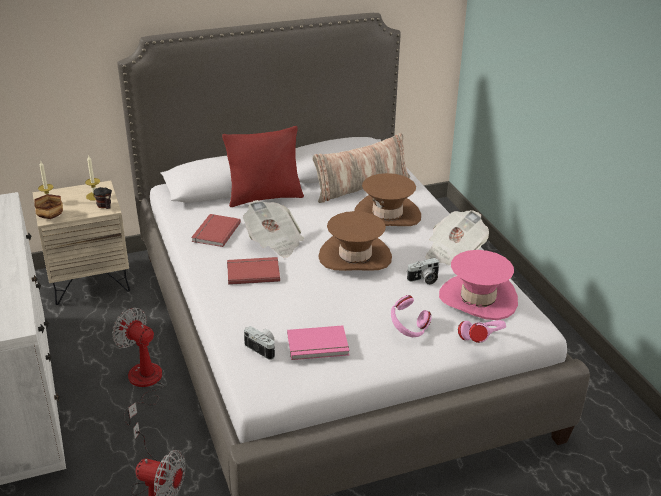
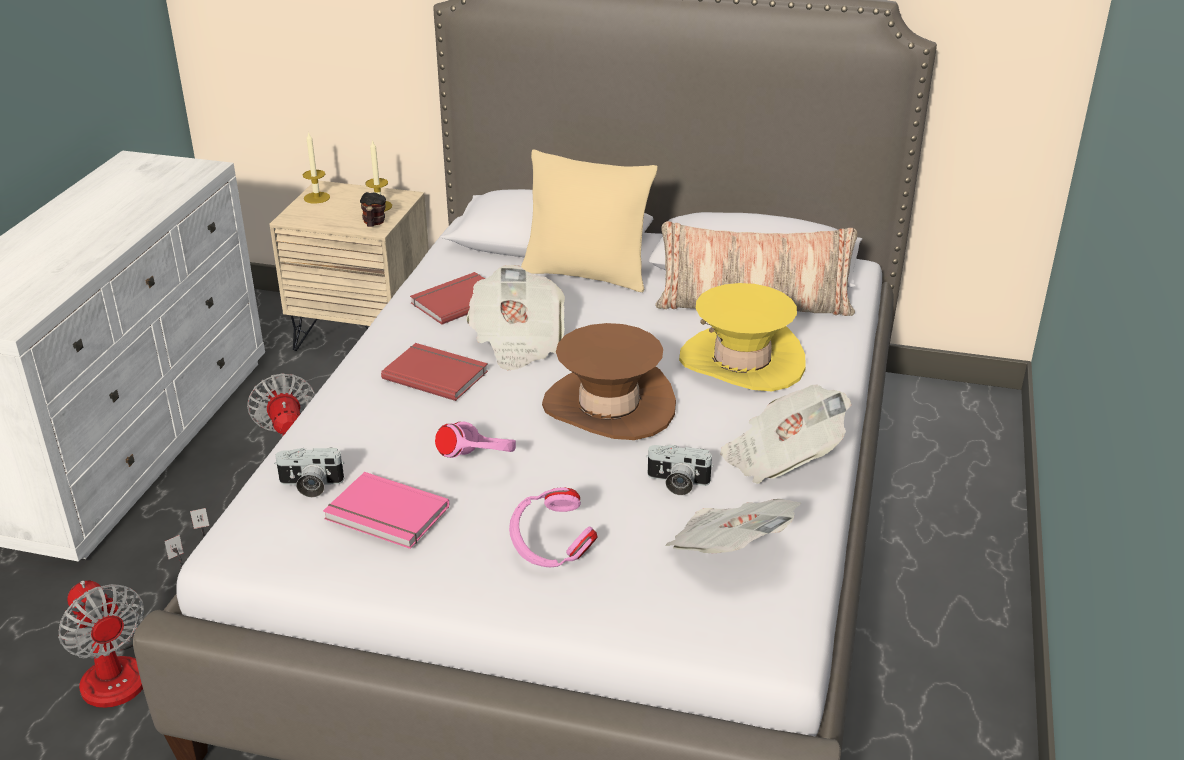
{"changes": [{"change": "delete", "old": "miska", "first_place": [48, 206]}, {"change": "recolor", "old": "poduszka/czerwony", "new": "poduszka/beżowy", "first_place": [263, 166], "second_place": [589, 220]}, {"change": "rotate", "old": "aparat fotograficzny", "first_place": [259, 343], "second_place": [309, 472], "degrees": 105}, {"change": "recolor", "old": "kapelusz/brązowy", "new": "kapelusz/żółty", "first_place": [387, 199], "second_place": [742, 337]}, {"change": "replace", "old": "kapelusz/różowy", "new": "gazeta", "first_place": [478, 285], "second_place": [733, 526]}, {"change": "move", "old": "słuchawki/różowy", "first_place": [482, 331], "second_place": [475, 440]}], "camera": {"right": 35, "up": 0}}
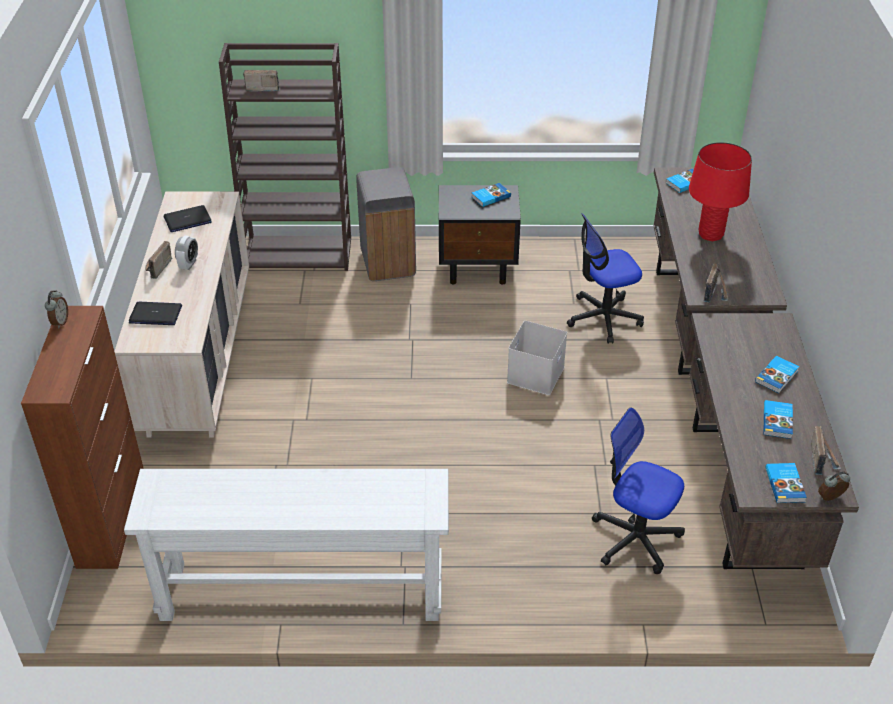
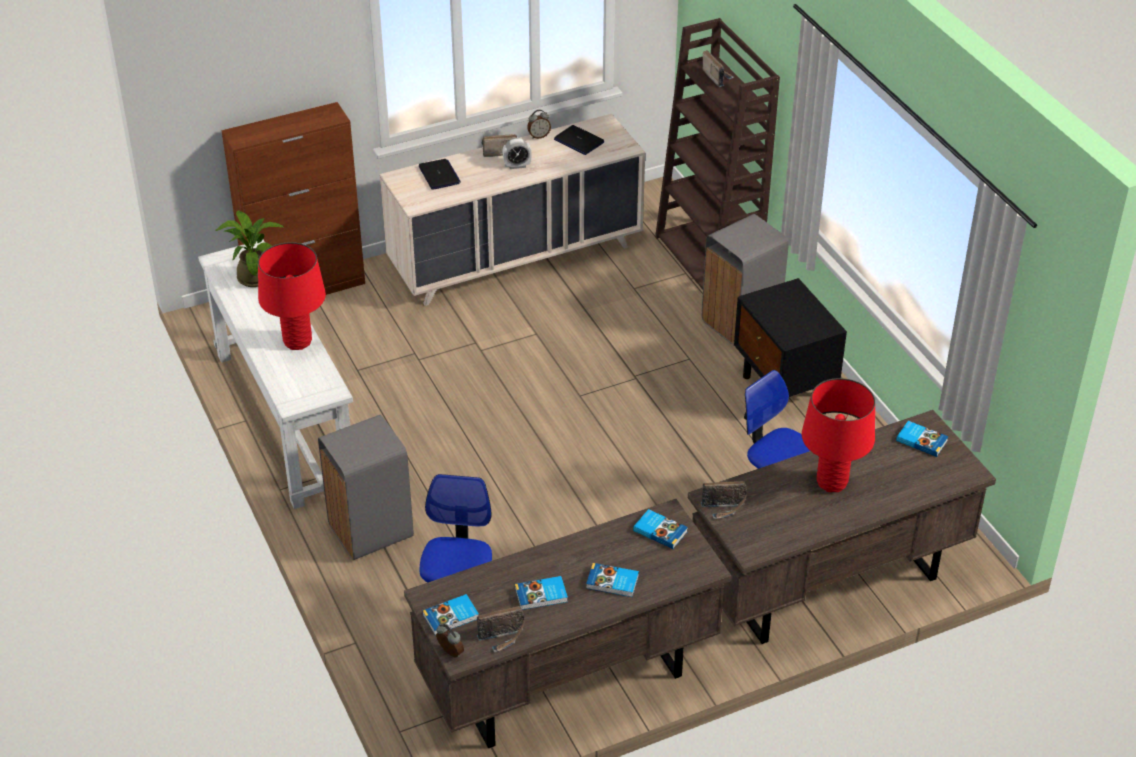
{"changes": [{"change": "move", "old": "budzik", "first_place": [56, 309], "second_place": [539, 124]}, {"change": "move", "old": "książka", "first_place": [491, 195], "second_place": [660, 529]}, {"change": "delete", "old": "pojemnik do przechowywania/biały", "first_place": [537, 358]}, {"change": "insert", "new": "roślina doniczkowa", "second_place": [250, 248]}, {"change": "insert", "new": "lampa stołowa/czerwony", "second_place": [292, 296]}, {"change": "insert", "new": "kosz na śmieci/szary", "second_place": [366, 487]}], "camera": {"right": 65, "up": 0}}
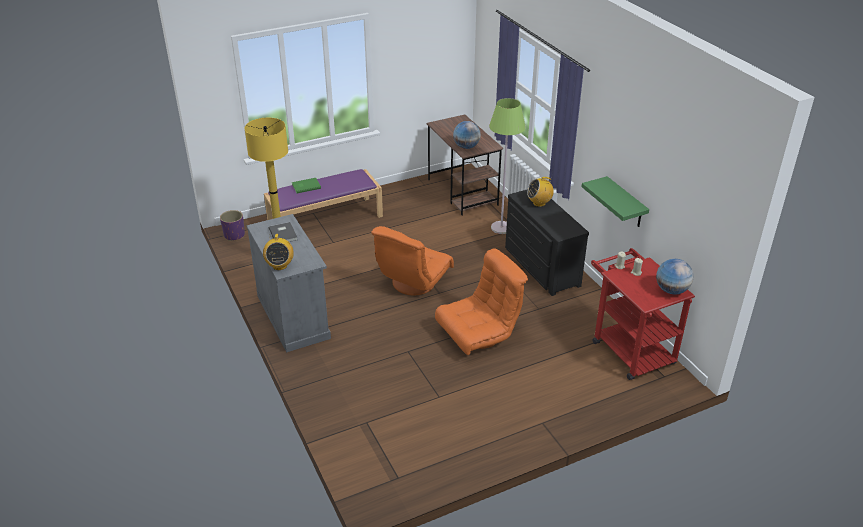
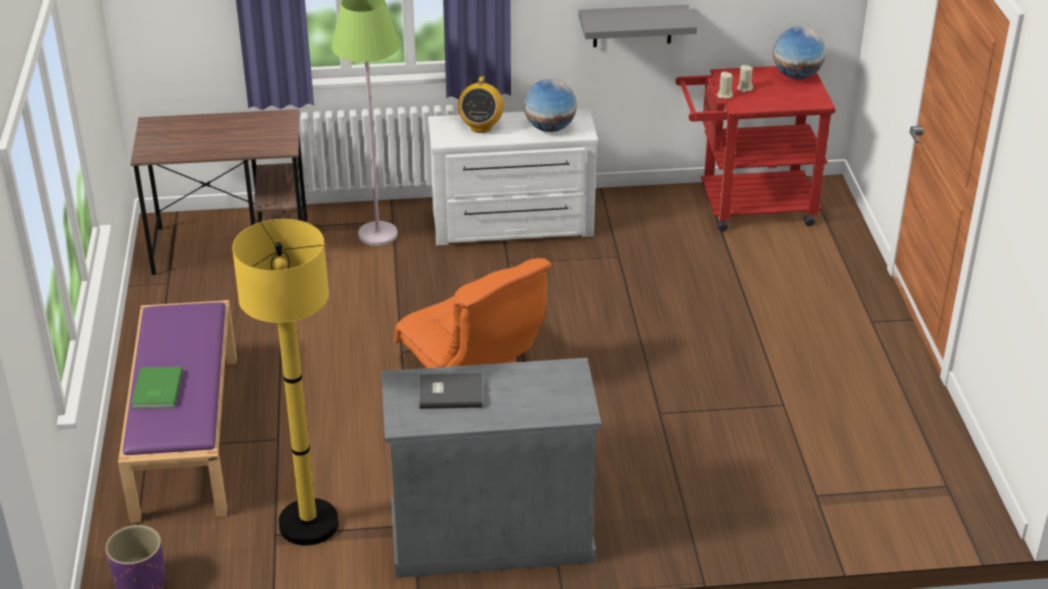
{"changes": [{"change": "delete", "old": "radio", "first_place": [278, 252]}, {"change": "delete", "old": "fotel/pomarańczowy", "first_place": [481, 301]}, {"change": "move", "old": "globus", "first_place": [467, 135], "second_place": [550, 105]}, {"change": "recolor", "old": "komoda/czarny", "new": "komoda/biały", "first_place": [547, 242], "second_place": [513, 176]}, {"change": "recolor", "old": "półka/zielony", "new": "półka/szary", "first_place": [615, 201], "second_place": [637, 26]}], "camera": {"right": -70, "up": 0}}
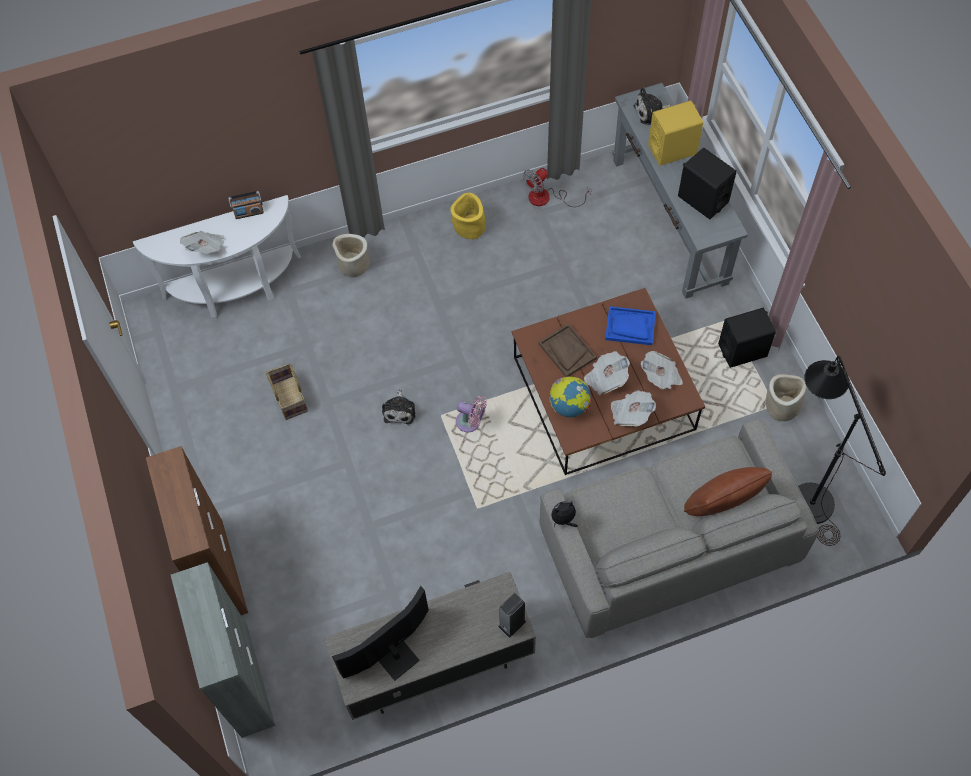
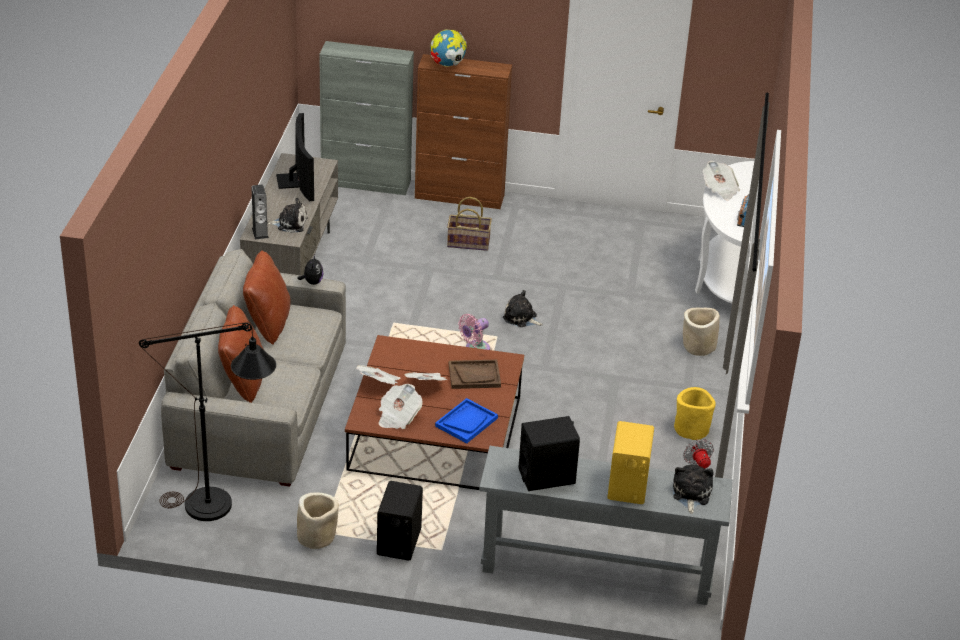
{"changes": [{"change": "move", "old": "koszyk", "first_place": [287, 391], "second_place": [469, 224]}, {"change": "move", "old": "globus", "first_place": [570, 397], "second_place": [448, 48]}, {"change": "insert", "new": "poduszka/brązowy", "second_place": [266, 297]}, {"change": "insert", "new": "pluszak", "second_place": [287, 215]}], "camera": {"right": 115, "up": -25}}
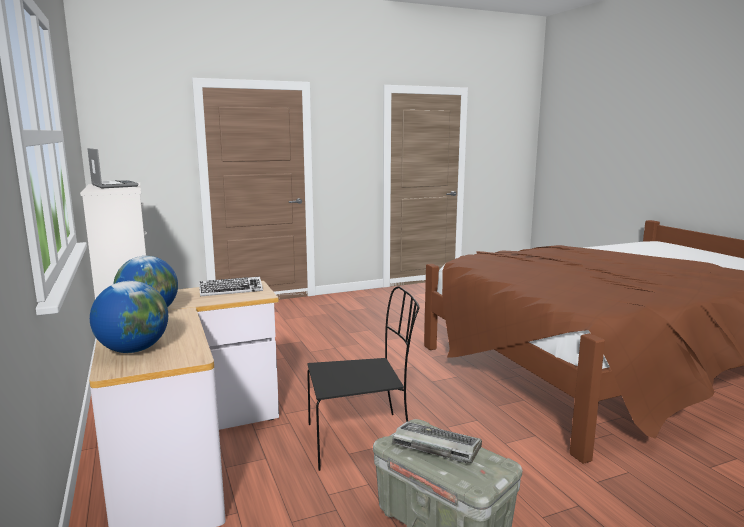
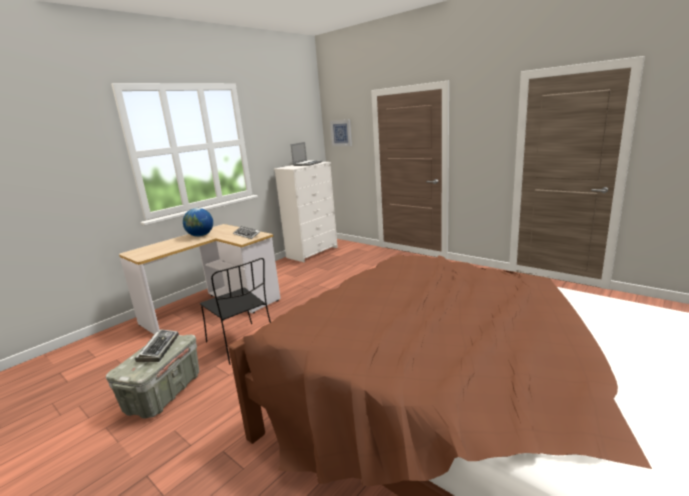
{"changes": [{"change": "delete", "old": "globus", "first_place": [129, 317]}, {"change": "insert", "new": "obraz", "second_place": [341, 133]}], "camera": {"right": 65, "up": 5}}
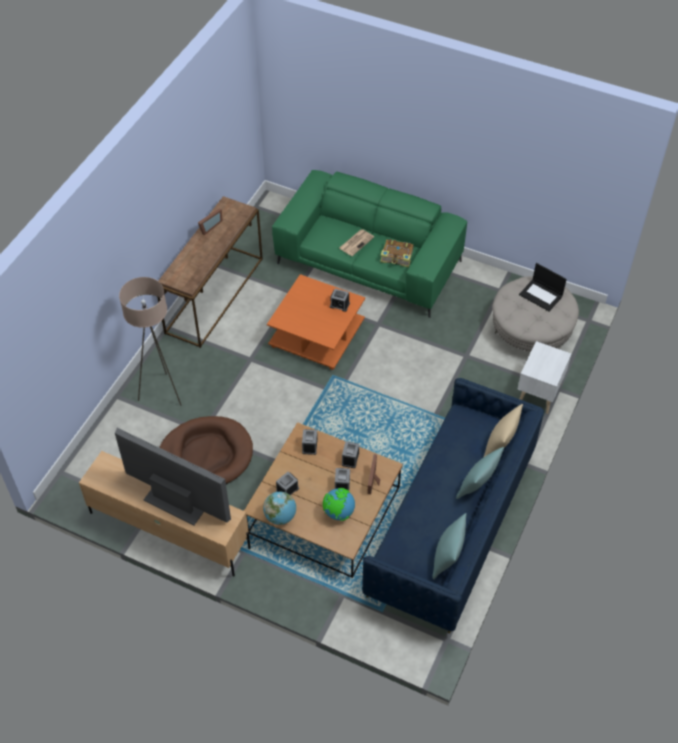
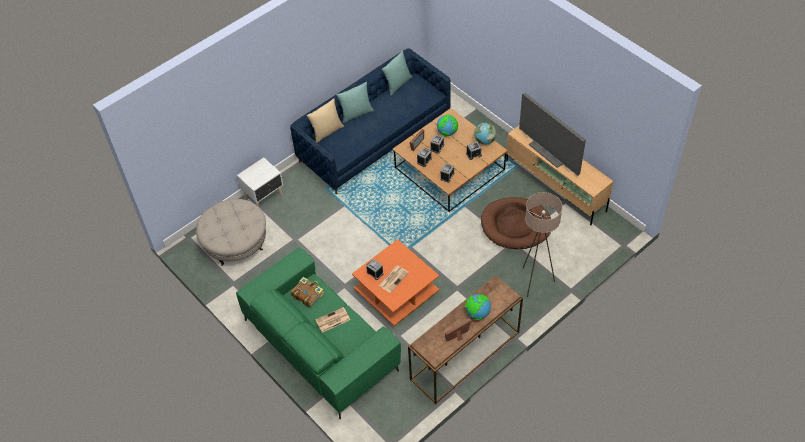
{"changes": [{"change": "delete", "old": "laptop", "first_place": [543, 287]}, {"change": "insert", "new": "gazeta", "second_place": [393, 279]}, {"change": "insert", "new": "globus", "second_place": [478, 307]}], "camera": {"right": -155, "up": 0}}
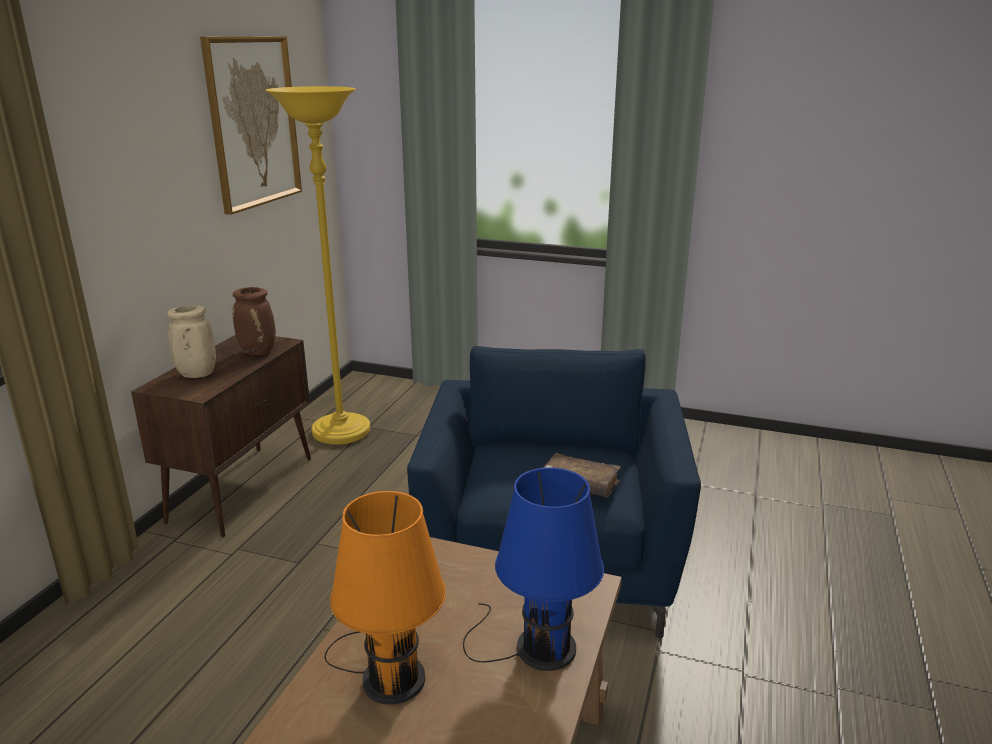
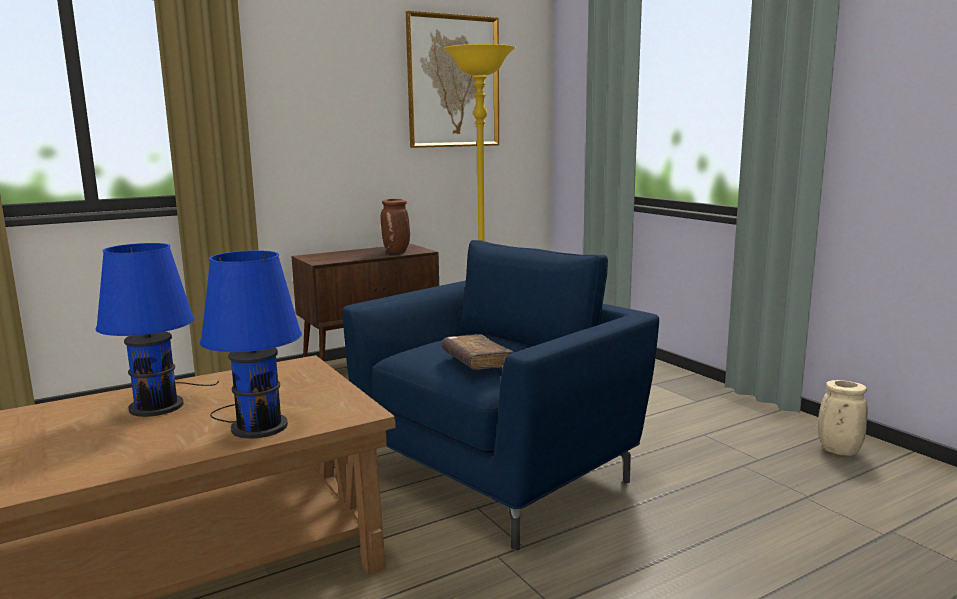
{"changes": [{"change": "move", "old": "wazon/beżowy", "first_place": [191, 342], "second_place": [843, 418]}, {"change": "recolor", "old": "lampa stołowa/pomarańczowy", "new": "lampa stołowa/niebieski", "first_place": [385, 597], "second_place": [157, 330]}], "camera": {"right": 40, "up": -10}}
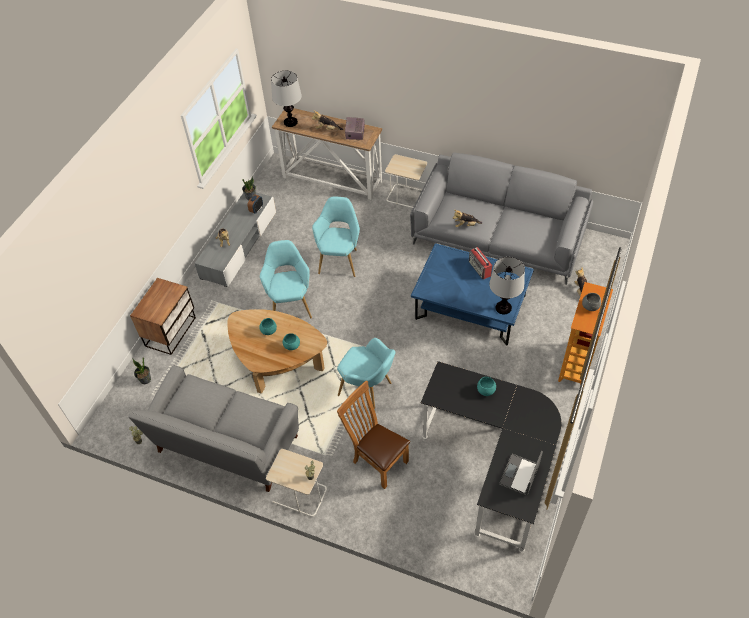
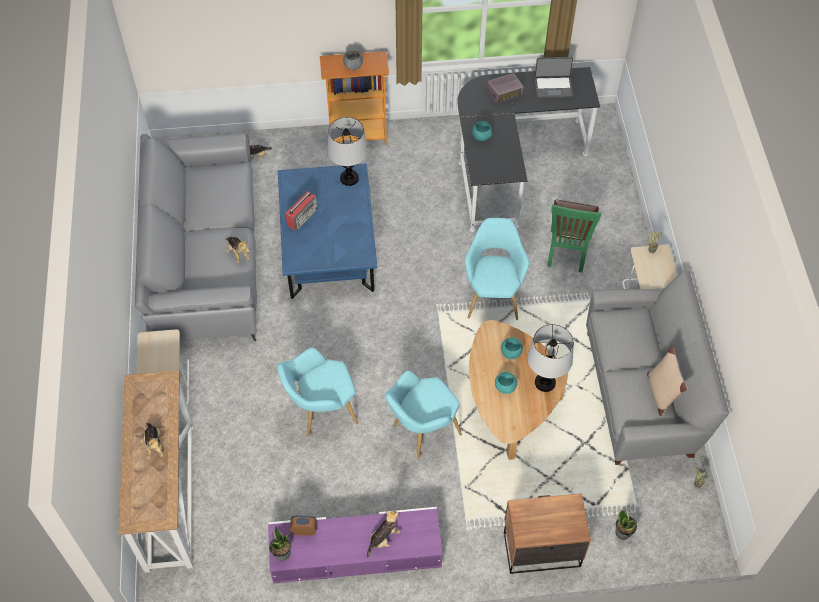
{"changes": [{"change": "recolor", "old": "szafka pod telewizor/szary", "new": "szafka pod telewizor/fioletowy", "first_place": [235, 240], "second_place": [355, 545]}, {"change": "move", "old": "lampa stołowa", "first_place": [286, 98], "second_place": [550, 358]}, {"change": "recolor", "old": "krzesło/brązowy", "new": "krzesło/zielony", "first_place": [373, 434], "second_place": [574, 235]}, {"change": "move", "old": "radio", "first_place": [355, 128], "second_place": [505, 88]}, {"change": "insert", "new": "poduszka/beżowy", "second_place": [667, 380]}], "camera": {"right": -120, "up": 5}}
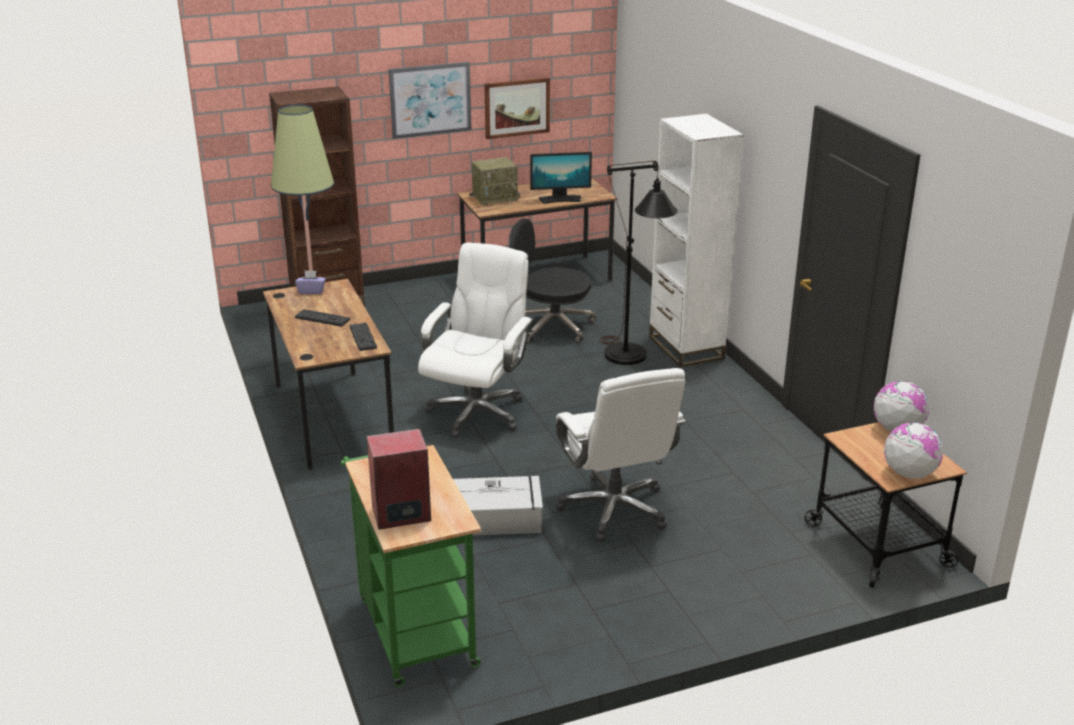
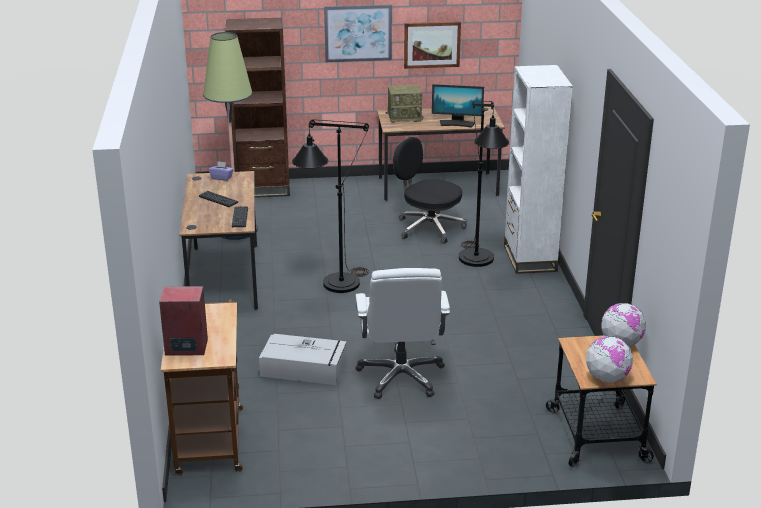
{"changes": [{"change": "recolor", "old": "wózek/zielony", "new": "wózek/brązowy", "first_place": [411, 566], "second_place": [202, 387]}, {"change": "replace", "old": "krzesło biurowe/biały", "new": "lampa stojąca/czarny", "first_place": [475, 340], "second_place": [330, 206]}], "camera": {"right": 15, "up": 0}}
